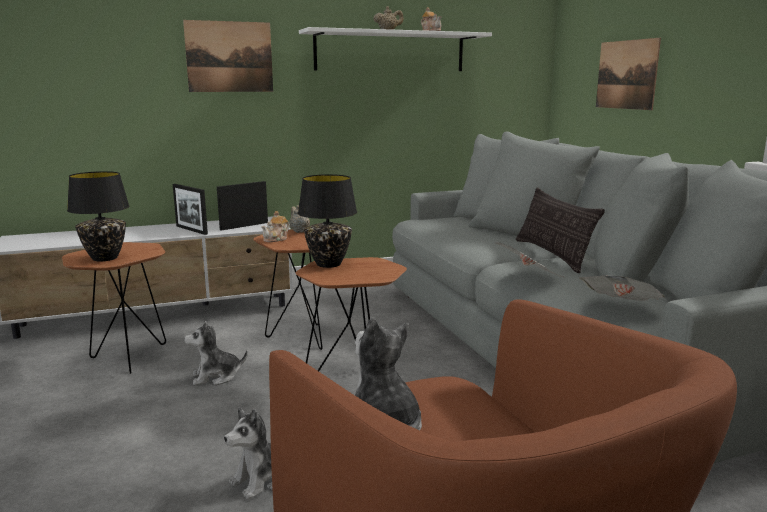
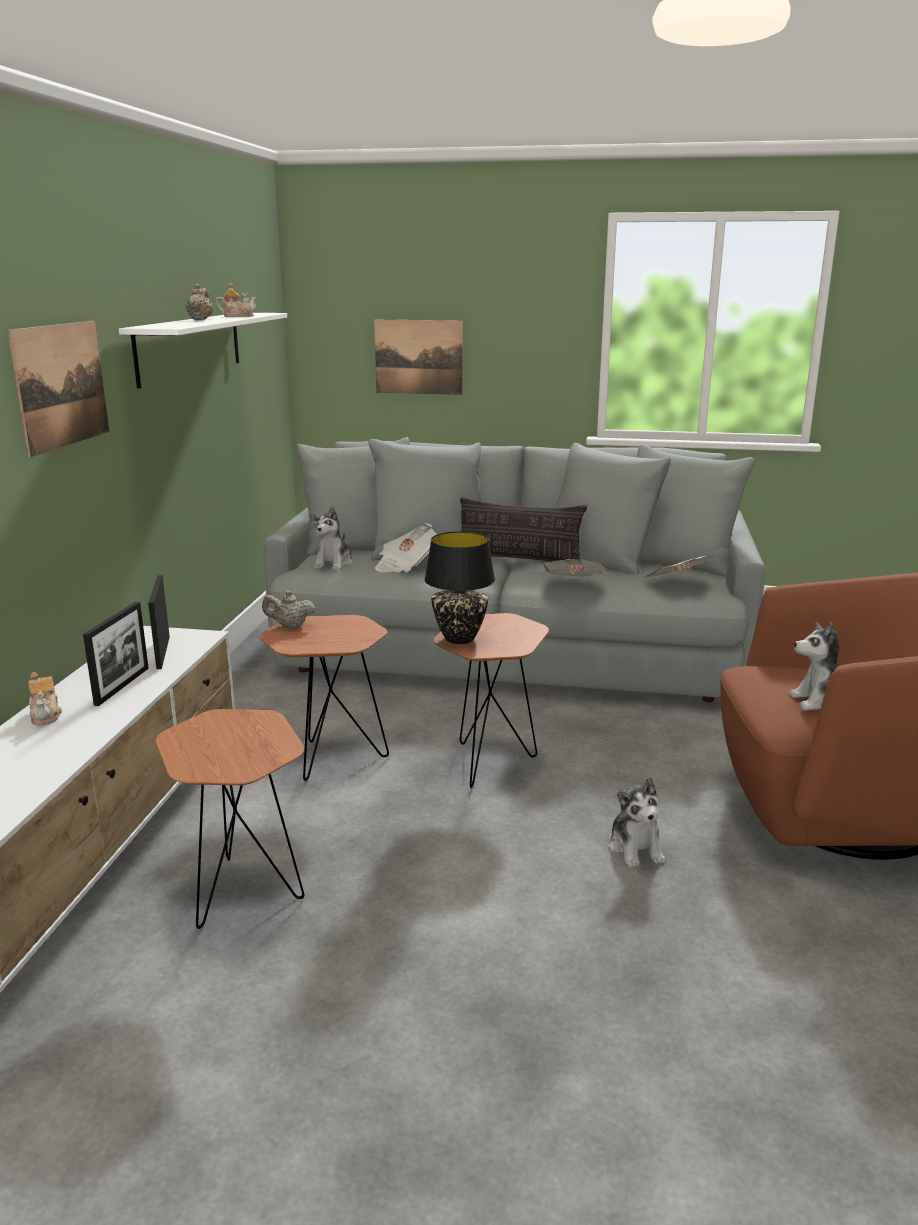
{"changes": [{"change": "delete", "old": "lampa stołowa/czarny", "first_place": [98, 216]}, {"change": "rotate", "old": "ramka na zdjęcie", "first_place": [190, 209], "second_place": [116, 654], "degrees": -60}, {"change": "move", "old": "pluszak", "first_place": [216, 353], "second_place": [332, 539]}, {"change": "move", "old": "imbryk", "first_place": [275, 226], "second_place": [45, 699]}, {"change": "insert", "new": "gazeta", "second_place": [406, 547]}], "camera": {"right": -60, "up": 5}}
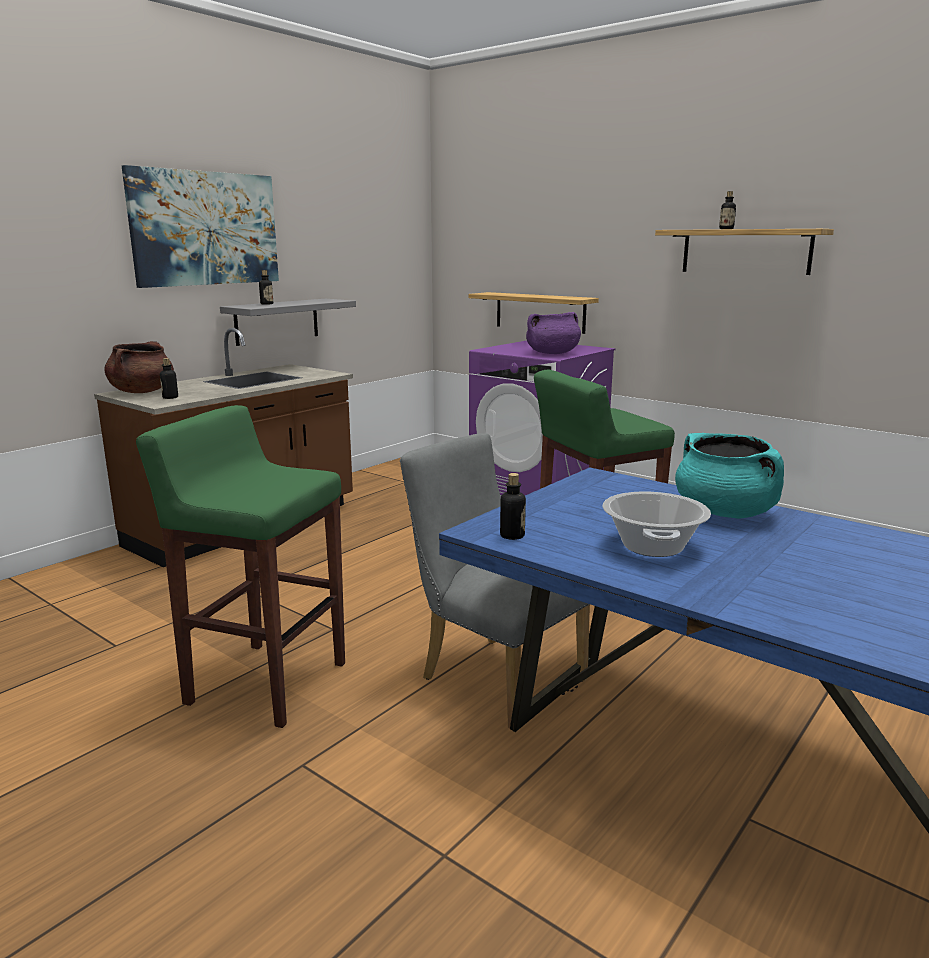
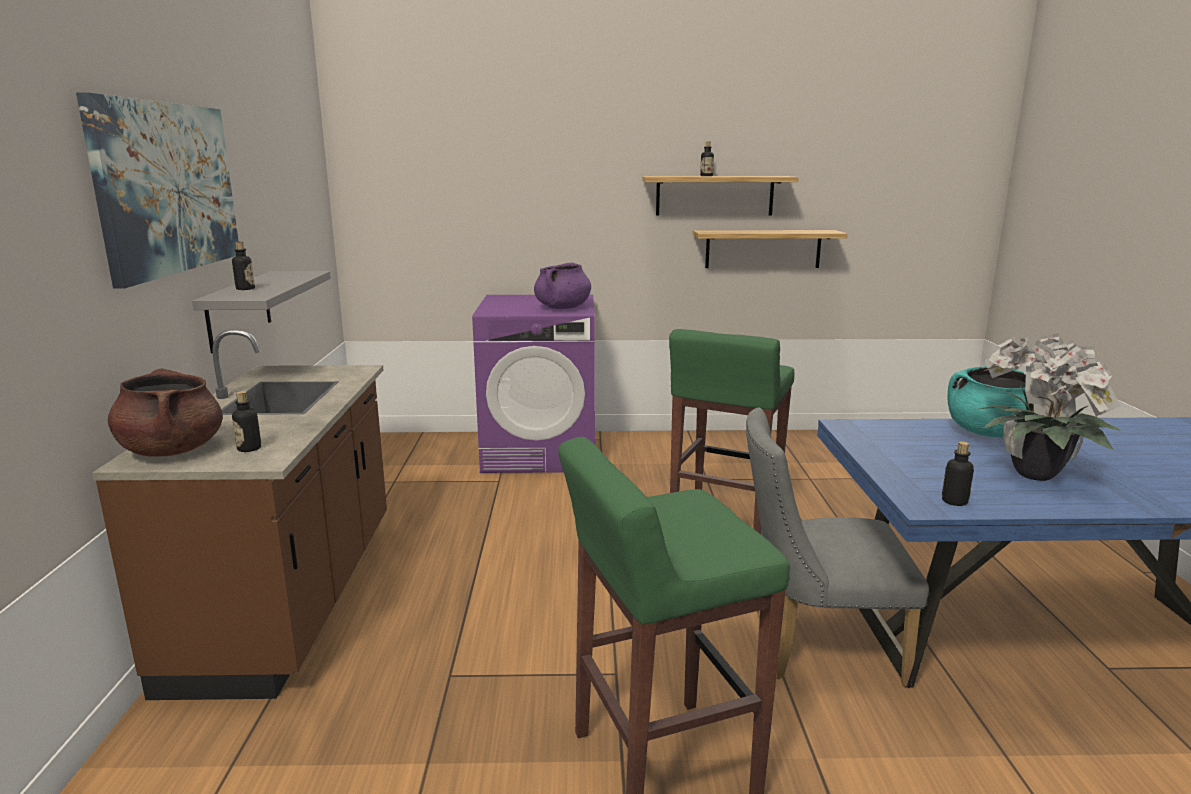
{"changes": [{"change": "move", "old": "półka", "first_place": [534, 313], "second_place": [770, 249]}, {"change": "replace", "old": "garnek", "new": "roślina doniczkowa", "first_place": [656, 524], "second_place": [1050, 407]}], "camera": {"right": -40, "up": 0}}
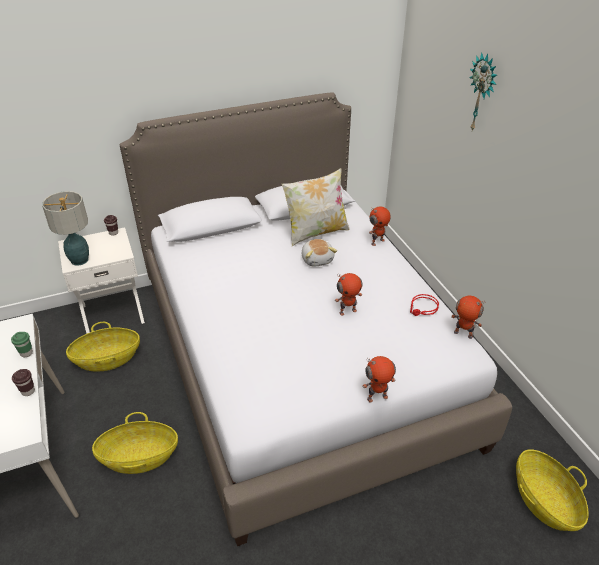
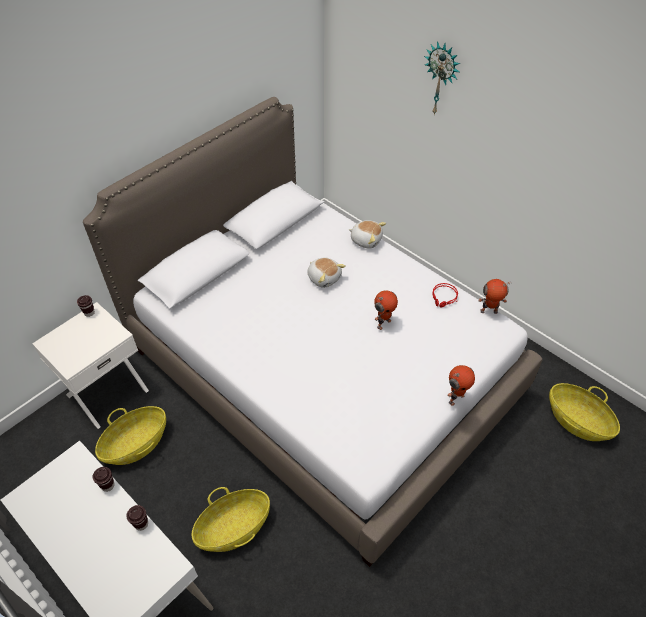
{"changes": [{"change": "recolor", "old": "filiżanka/zielony", "new": "filiżanka/brązowy", "first_place": [22, 344], "second_place": [104, 479]}, {"change": "delete", "old": "lampa stołowa", "first_place": [65, 228]}, {"change": "delete", "old": "poduszka", "first_place": [316, 207]}, {"change": "replace", "old": "robot zabawkowy", "new": "pluszak", "first_place": [380, 226], "second_place": [367, 234]}], "camera": {"right": -25, "up": 10}}
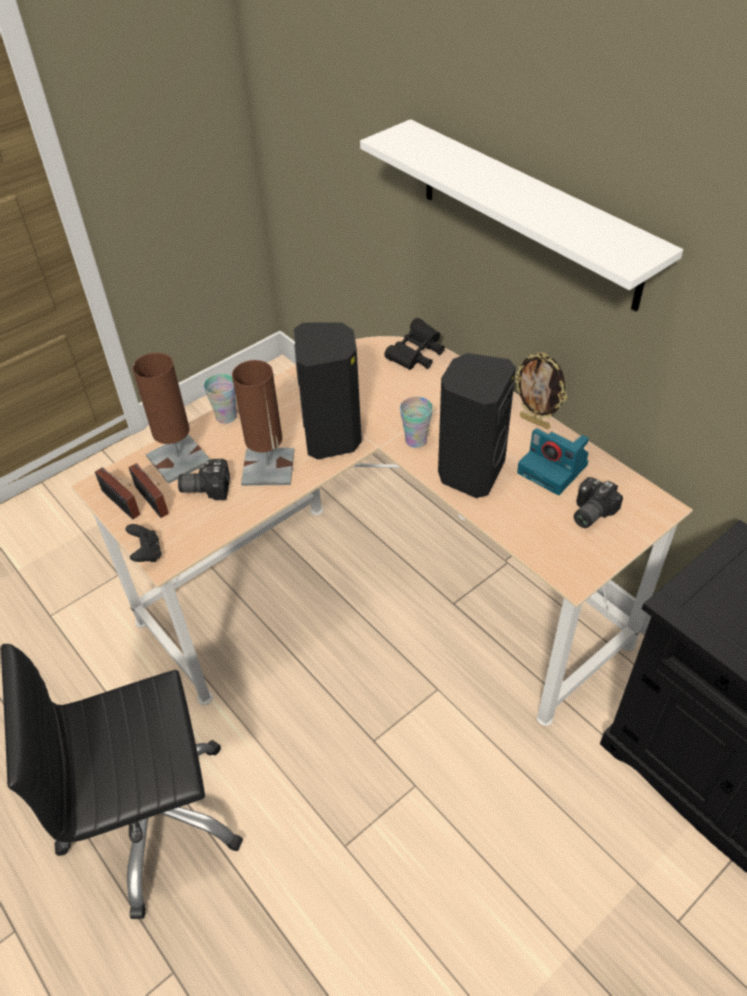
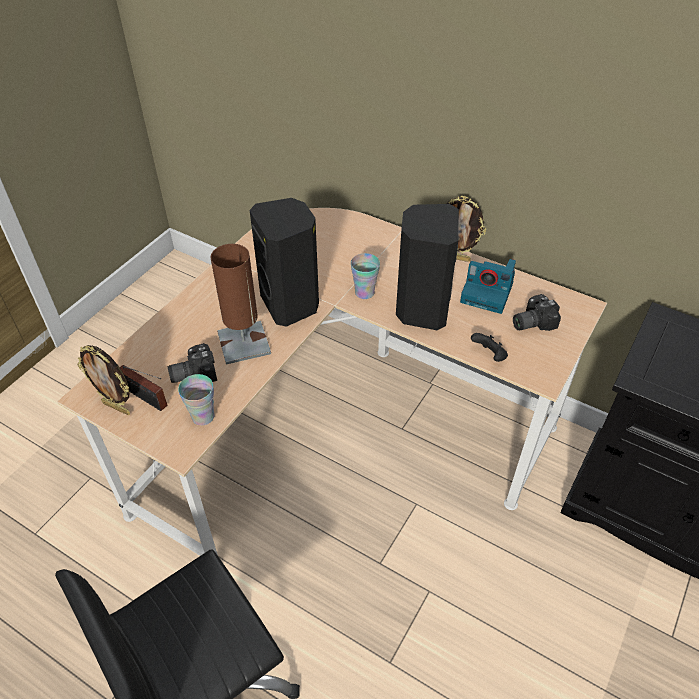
{"changes": [{"change": "replace", "old": "radio", "new": "ramka na zdjęcie", "first_place": [117, 493], "second_place": [103, 380]}, {"change": "move", "old": "pad do gier/czarny", "first_place": [143, 543], "second_place": [489, 347]}, {"change": "delete", "old": "lampa stołowa/brązowy", "first_place": [171, 418]}, {"change": "move", "old": "filiżanka", "first_place": [220, 399], "second_place": [196, 399]}, {"change": "delete", "old": "półka/biały", "first_place": [521, 215]}, {"change": "delete", "old": "lornetka/czarny", "first_place": [414, 344]}, {"change": "rotate", "old": "aparat fotograficzny", "first_place": [598, 502], "second_place": [537, 312], "degrees": 45}], "camera": {"right": -20, "up": 0}}
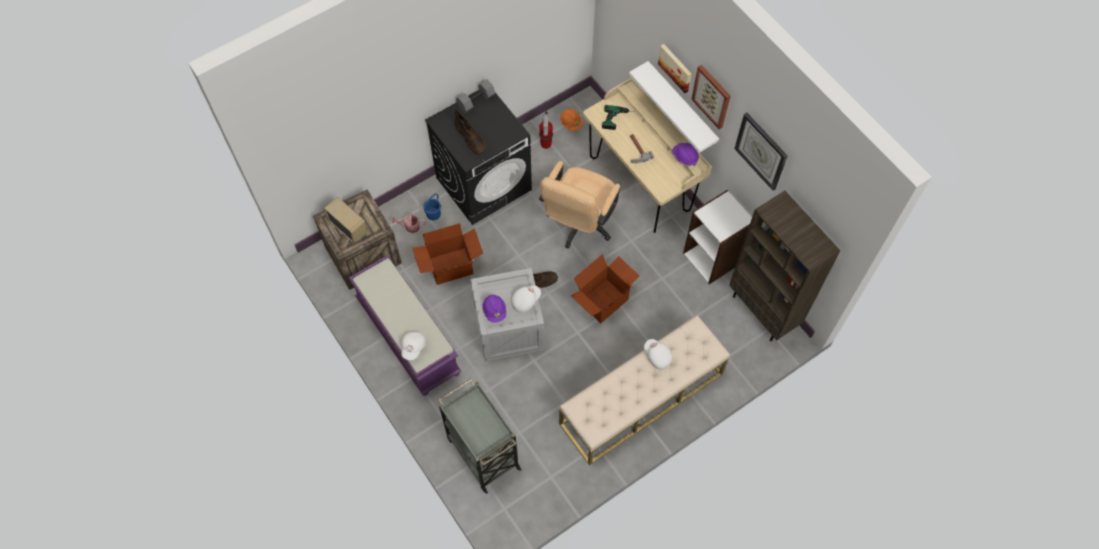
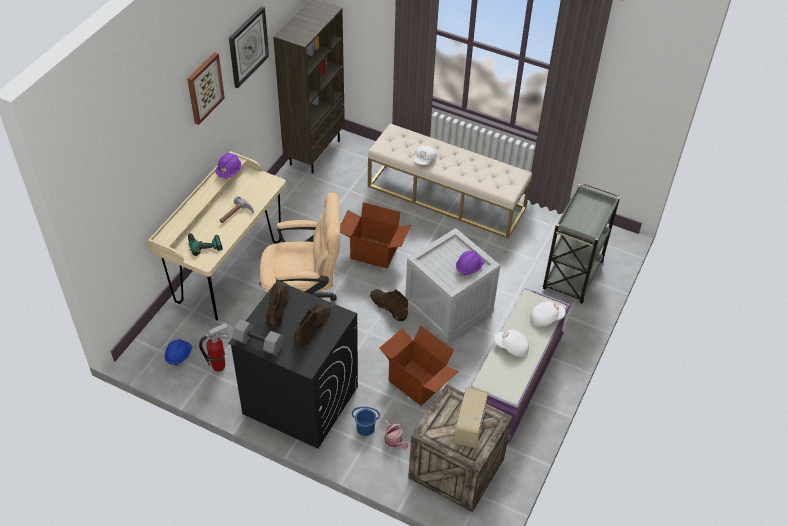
{"changes": [{"change": "move", "old": "czapka z daszkiem/biały", "first_place": [526, 299], "second_place": [511, 343]}, {"change": "recolor", "old": "kask/pomarańczowy", "new": "kask/niebieski", "first_place": [571, 119], "second_place": [178, 353]}, {"change": "delete", "old": "półka/biały", "first_place": [674, 107]}, {"change": "delete", "old": "obraz", "first_place": [674, 68]}, {"change": "delete", "old": "regał/biały", "first_place": [717, 237]}, {"change": "insert", "new": "but z cholewką/brązowy", "second_place": [277, 304]}], "camera": {"right": -120, "up": -15}}
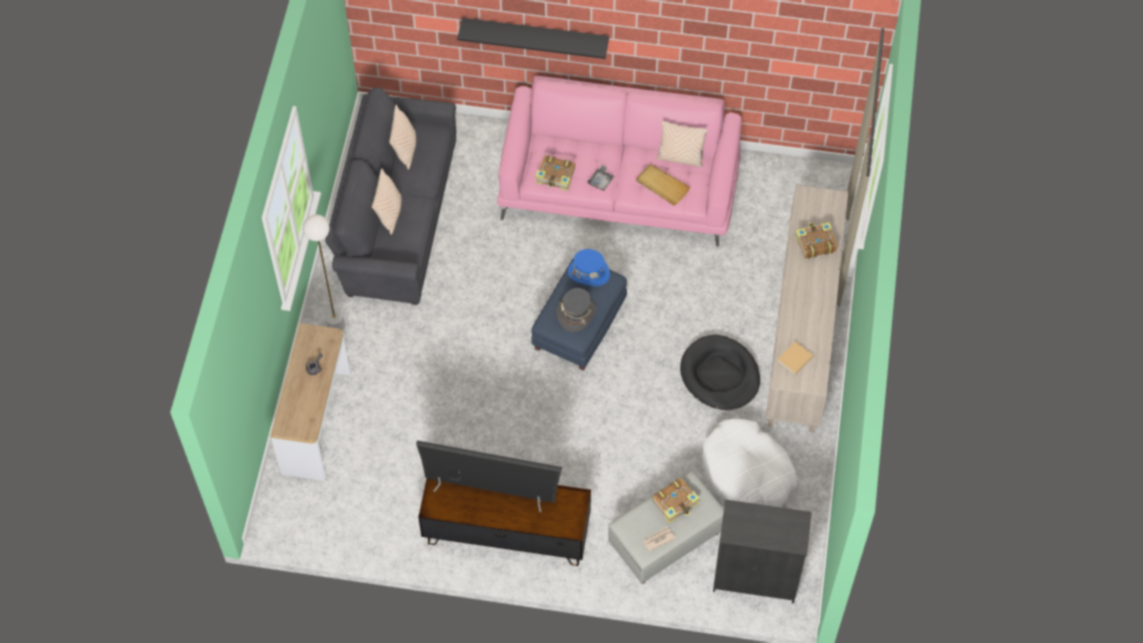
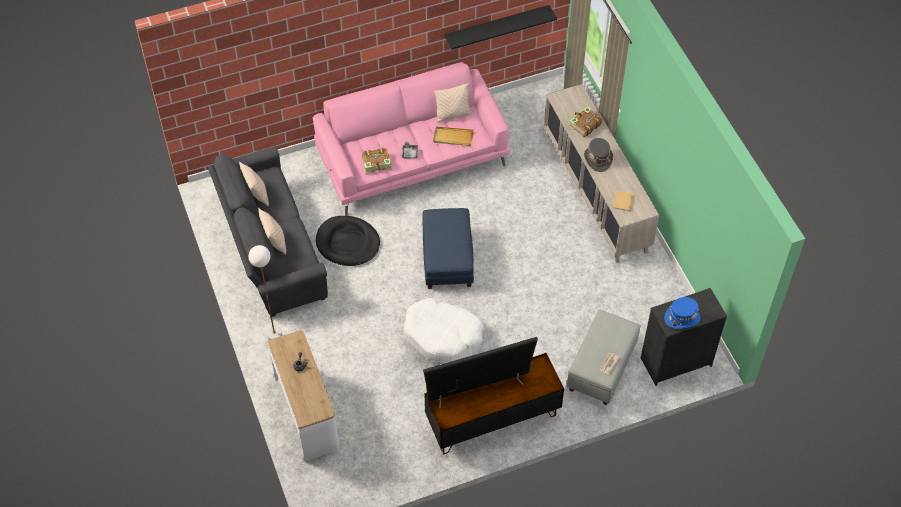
{"changes": [{"change": "move", "old": "półka/czarny", "first_place": [533, 38], "second_place": [500, 27]}, {"change": "move", "old": "kapelusz/szary", "first_place": [576, 310], "second_place": [598, 155]}, {"change": "move", "old": "kapelusz/niebieski", "first_place": [589, 267], "second_place": [682, 313]}, {"change": "delete", "old": "książka", "first_place": [676, 501]}, {"change": "move", "old": "legowisko/czarny", "first_place": [720, 372], "second_place": [348, 241]}, {"change": "move", "old": "legowisko/biały", "first_place": [750, 463], "second_place": [444, 330]}], "camera": {"right": -30, "up": -5}}
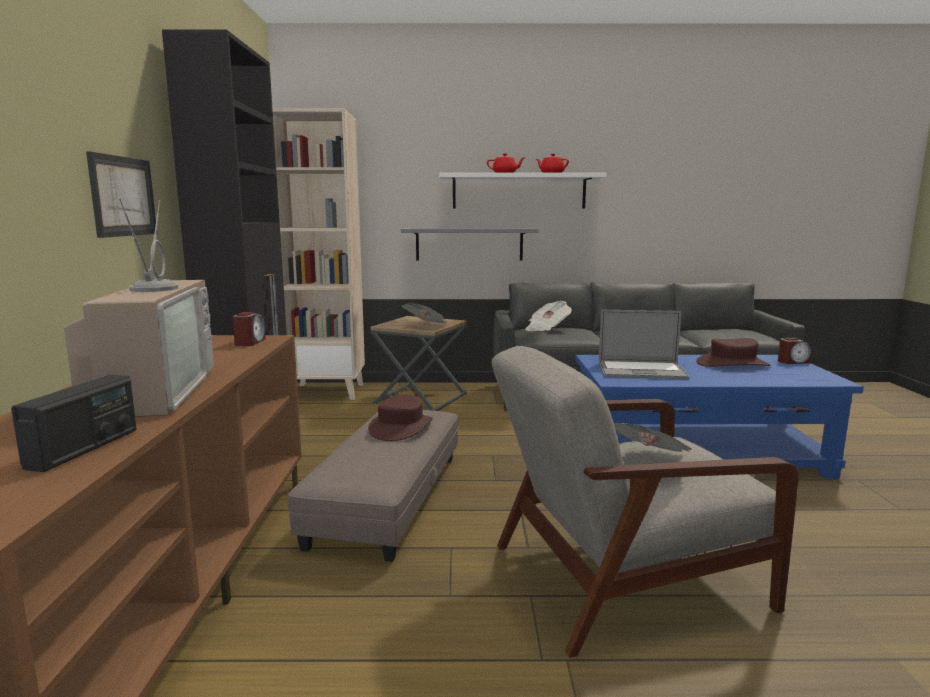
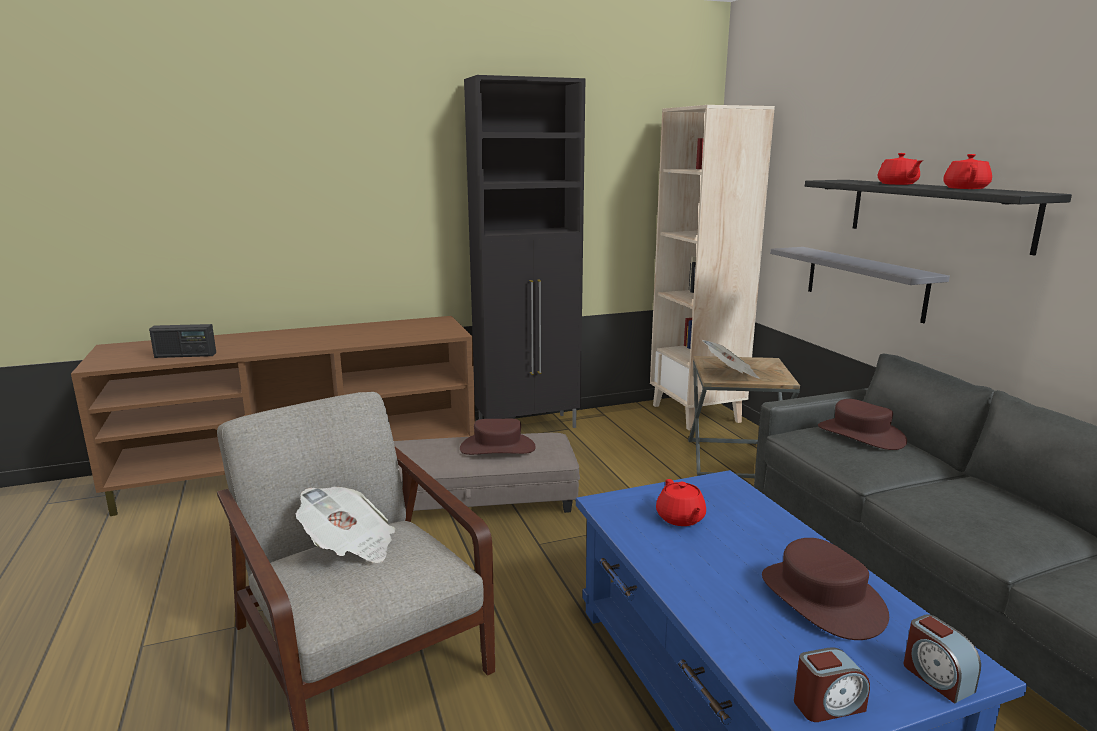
{"changes": [{"change": "delete", "old": "telewizor", "first_place": [139, 307]}, {"change": "delete", "old": "obraz", "first_place": [121, 194]}, {"change": "move", "old": "budzik", "first_place": [248, 329], "second_place": [832, 684]}, {"change": "recolor", "old": "półka/biały", "new": "półka/czarny", "first_place": [523, 191], "second_place": [938, 217]}, {"change": "replace", "old": "gazeta", "new": "kapelusz/brązowy", "first_place": [548, 316], "second_place": [862, 424]}, {"change": "replace", "old": "laptop", "new": "imbryk/czerwony", "first_place": [644, 344], "second_place": [681, 502]}], "camera": {"right": 70, "up": 5}}
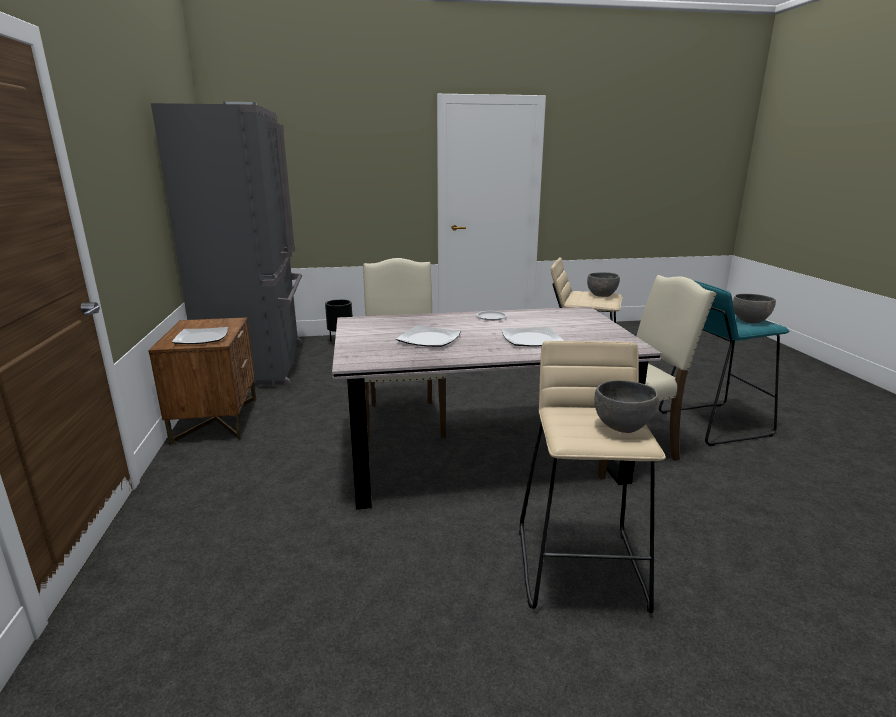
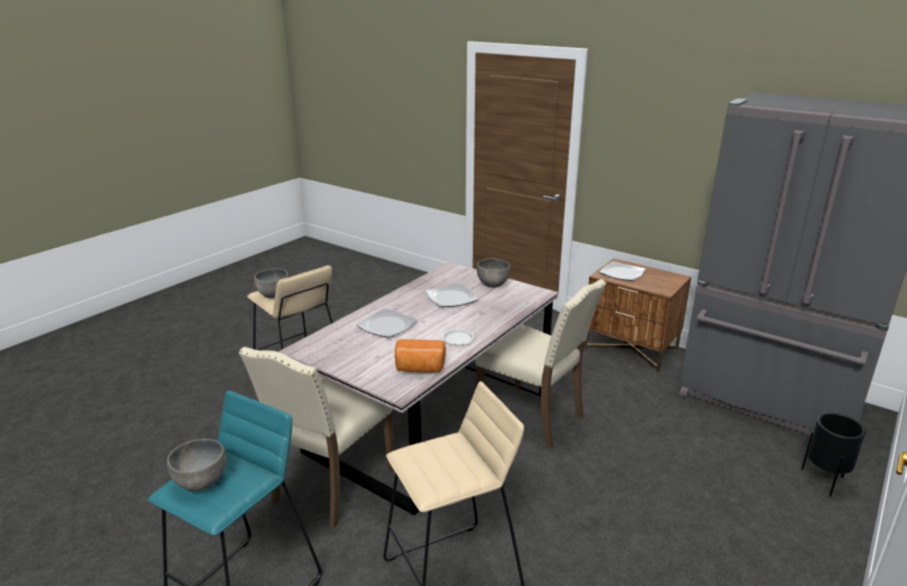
{"changes": [{"change": "move", "old": "miska/szary", "first_place": [603, 284], "second_place": [493, 273]}, {"change": "insert", "new": "chleb", "second_place": [420, 355]}], "camera": {"right": 135, "up": 5}}
